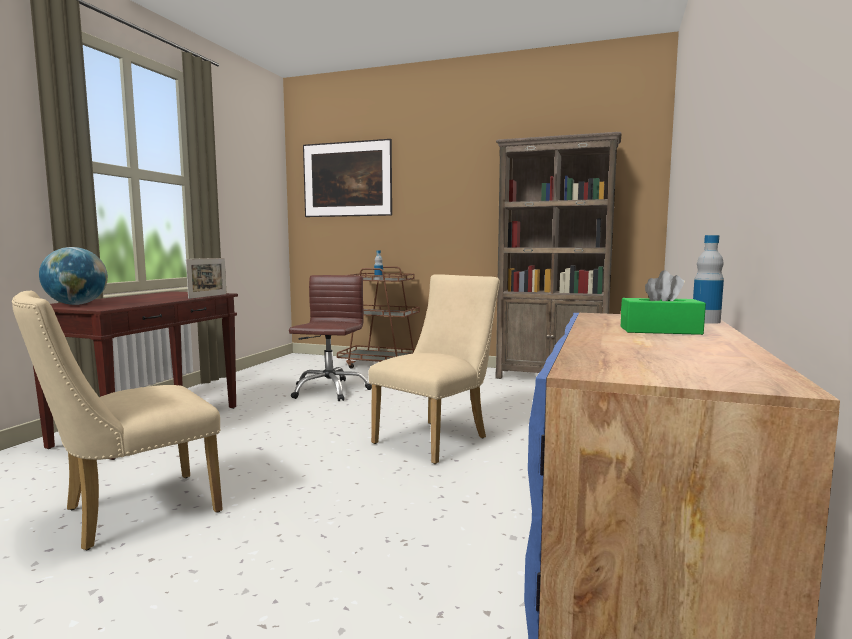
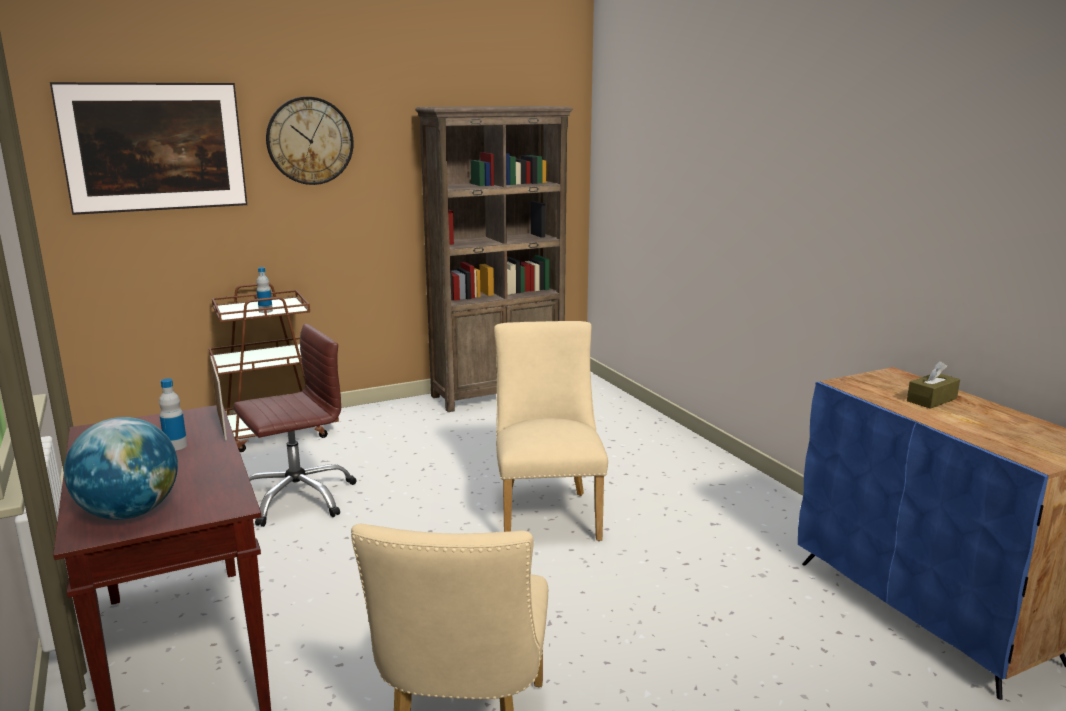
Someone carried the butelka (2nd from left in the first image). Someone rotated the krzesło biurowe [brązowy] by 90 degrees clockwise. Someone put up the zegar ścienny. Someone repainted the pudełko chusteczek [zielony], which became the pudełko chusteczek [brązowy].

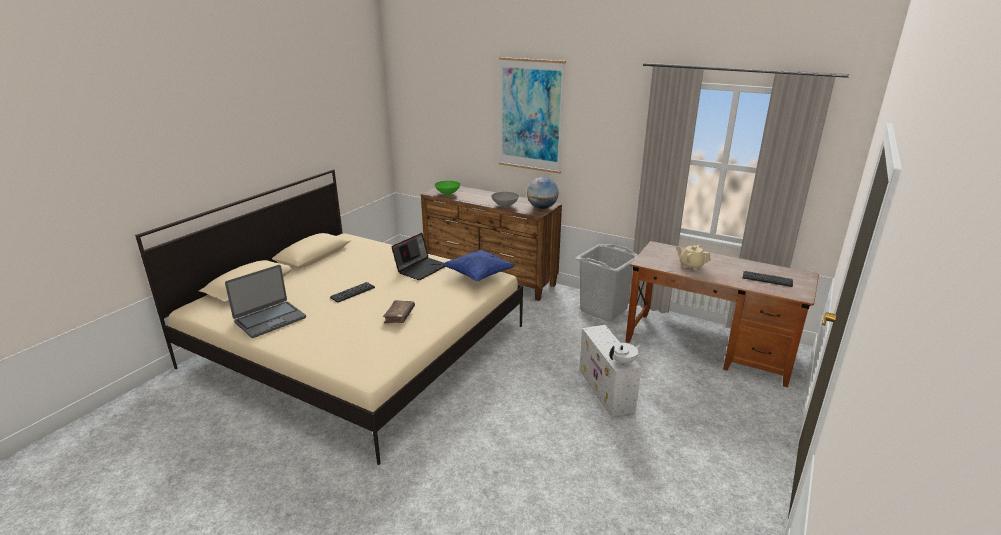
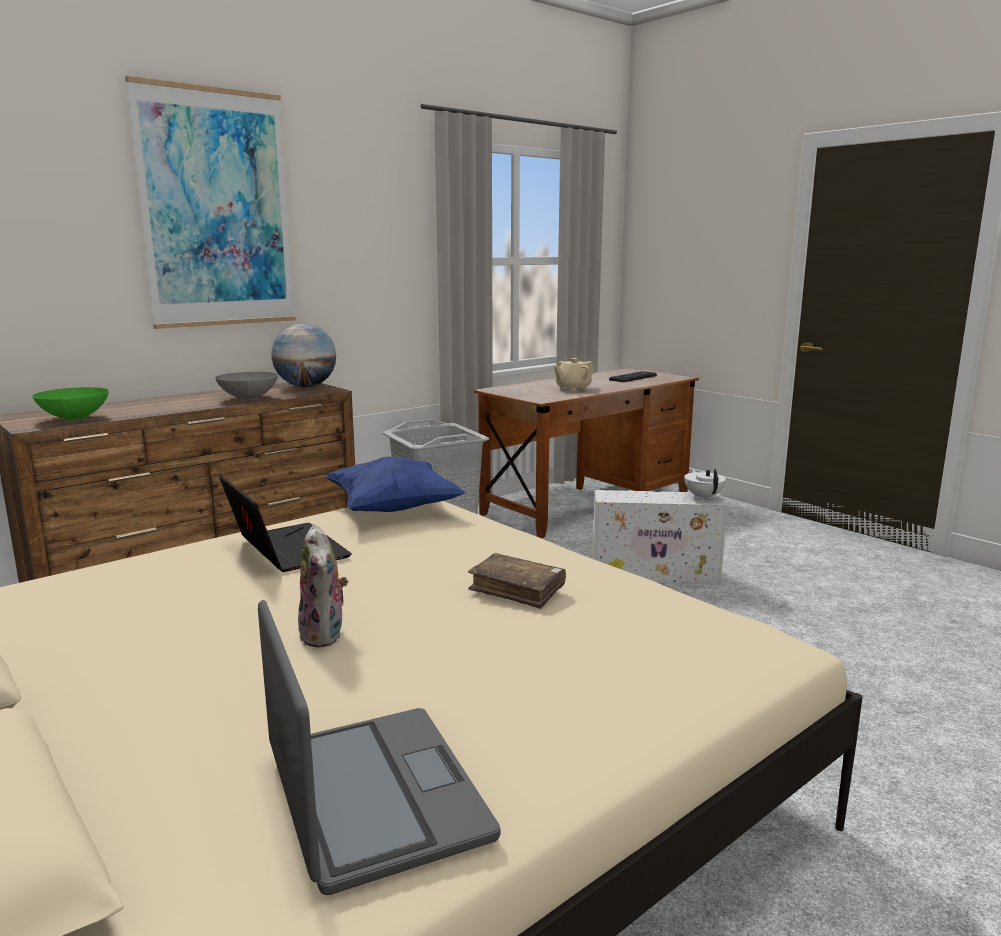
Someone swapped the klawiatura (1st from left) for the pluszak.

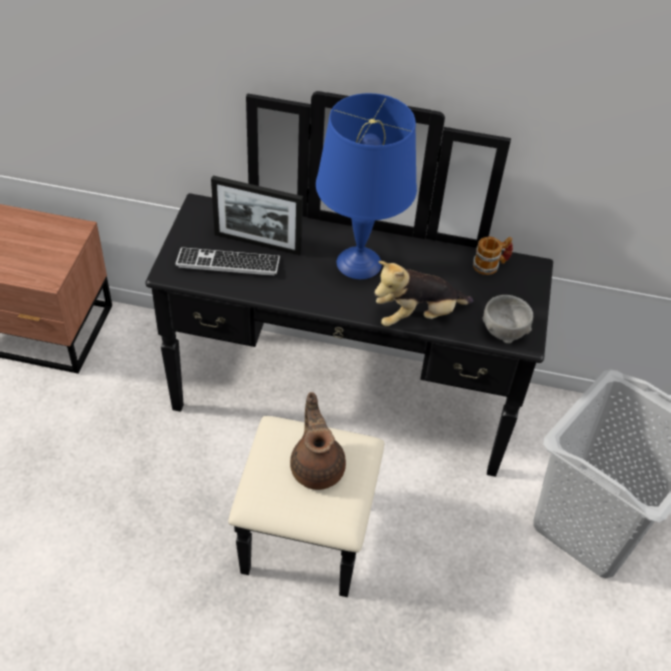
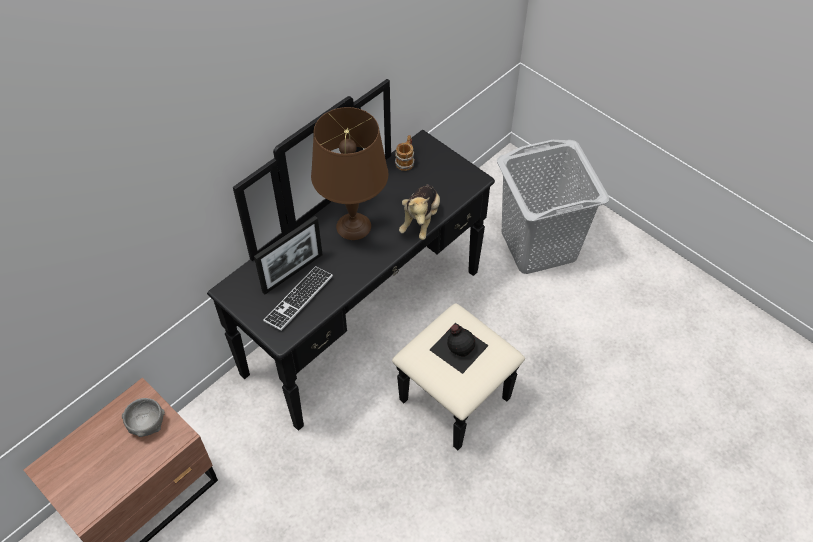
Someone carried the miska [szary]. Someone repainted the lampa stołowa [niebieski], which became the lampa stołowa [brązowy]. Someone swapped the imbryk [brązowy] for the butelka [czarny].

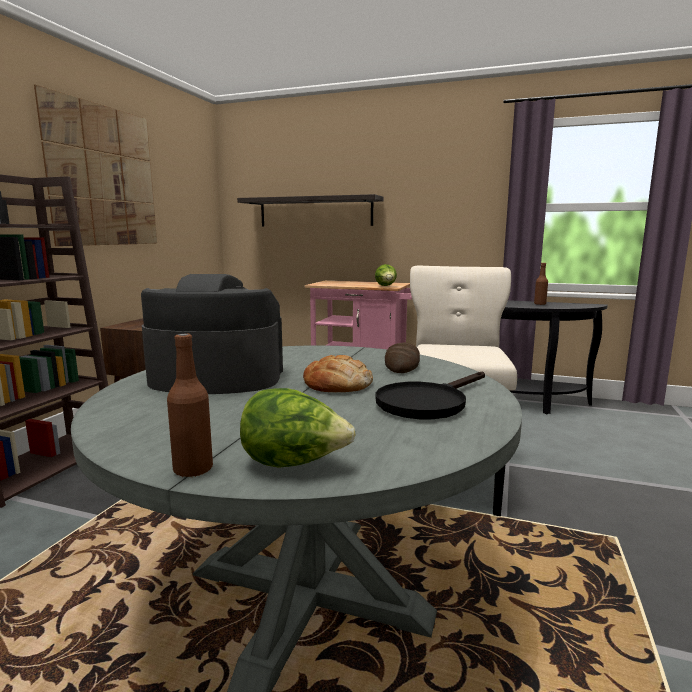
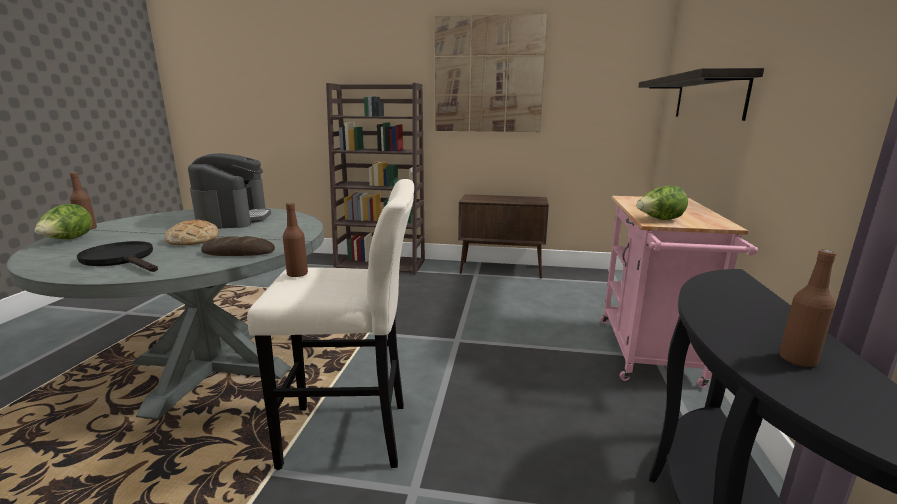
Someone put down the butelka [brązowy] (2nd from left).

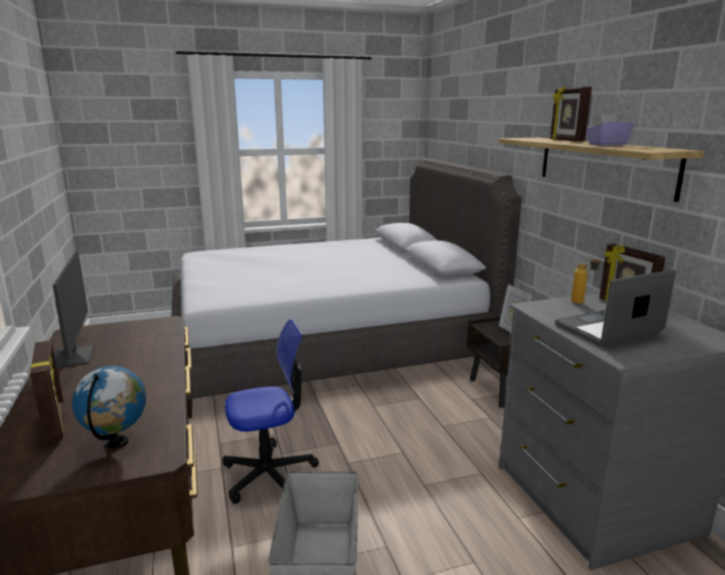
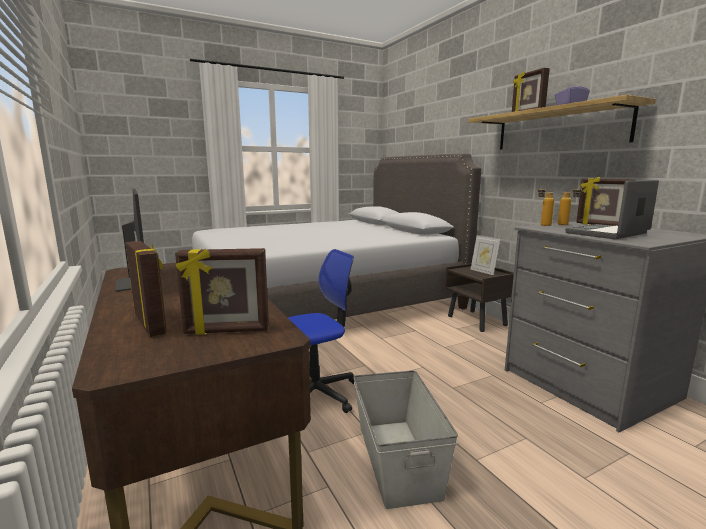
Someone swapped the globus for the ramka na zdjęcie (2nd from left). Someone put down the butelka (1st from left).

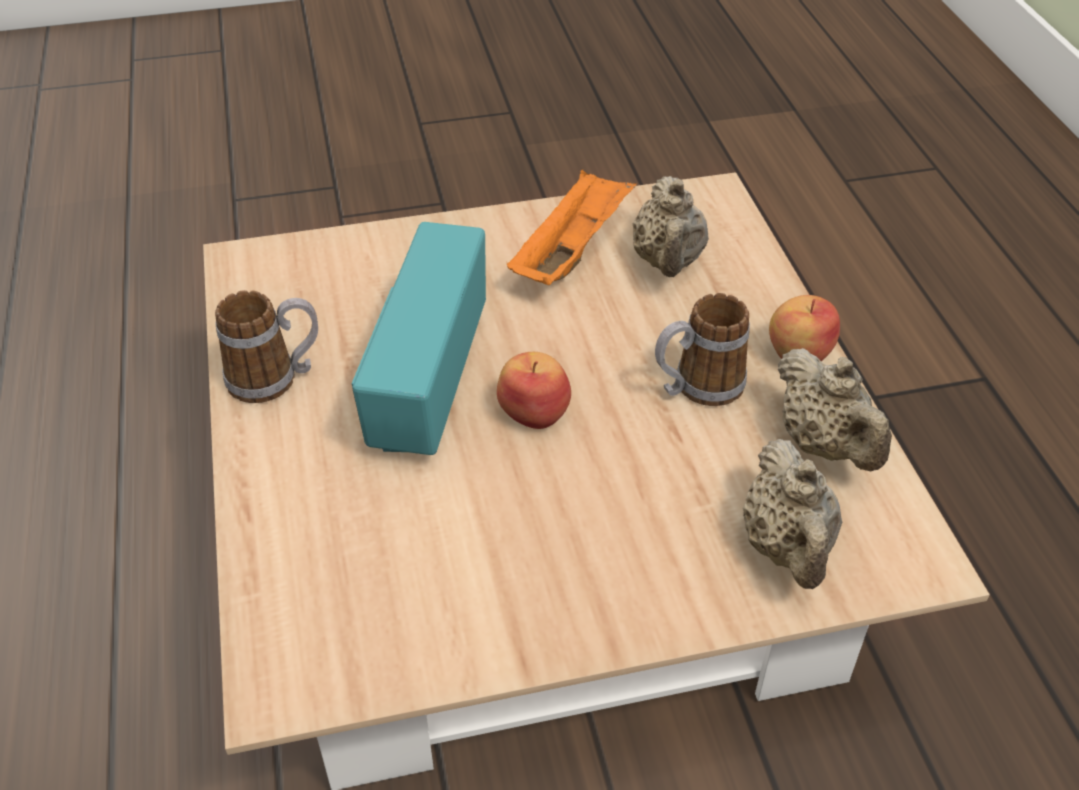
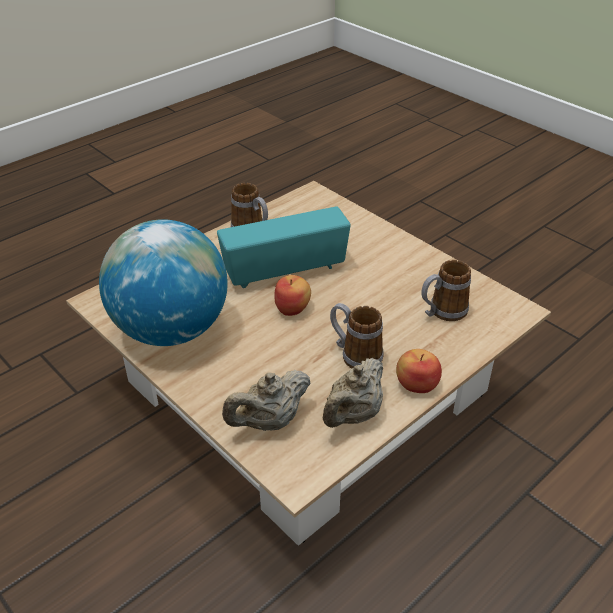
Someone put down the globus. Someone swapped the imbryk [beżowy] (1st from left) for the kubek (3rd from left). Someone took away the taca [pomarańczowy].

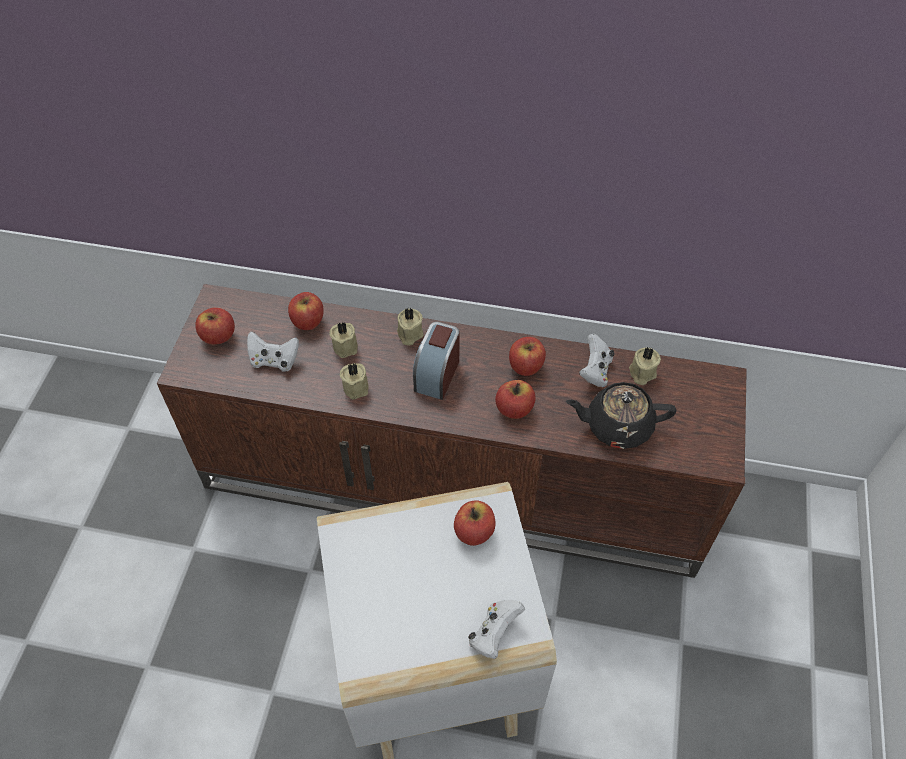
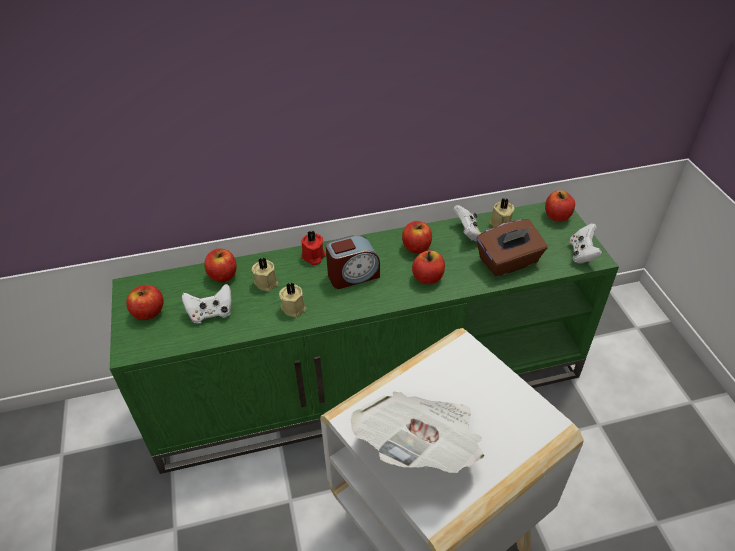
Someone repainted the szafka pod telewizor [brązowy], which became the szafka pod telewizor [zielony]. Someone repainted the świeca [beżowy] (3rd from left), which became the świeca [czerwony]. Someone rotated the budzik by 105 degrees counterclockwise. Someone put down the gazeta. Someone swapped the imbryk [czarny] for the pudełko chusteczek [brązowy]. Someone carried the jabłko (3rd from left in the first image). Someone carried the pad do gier [biały] (2nd from left in the first image).

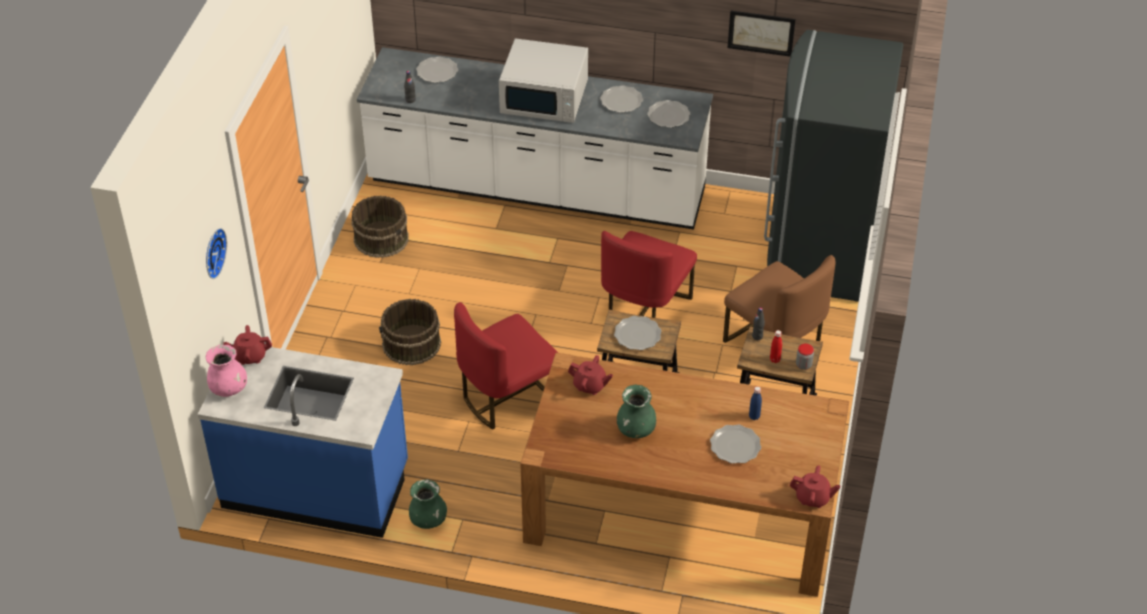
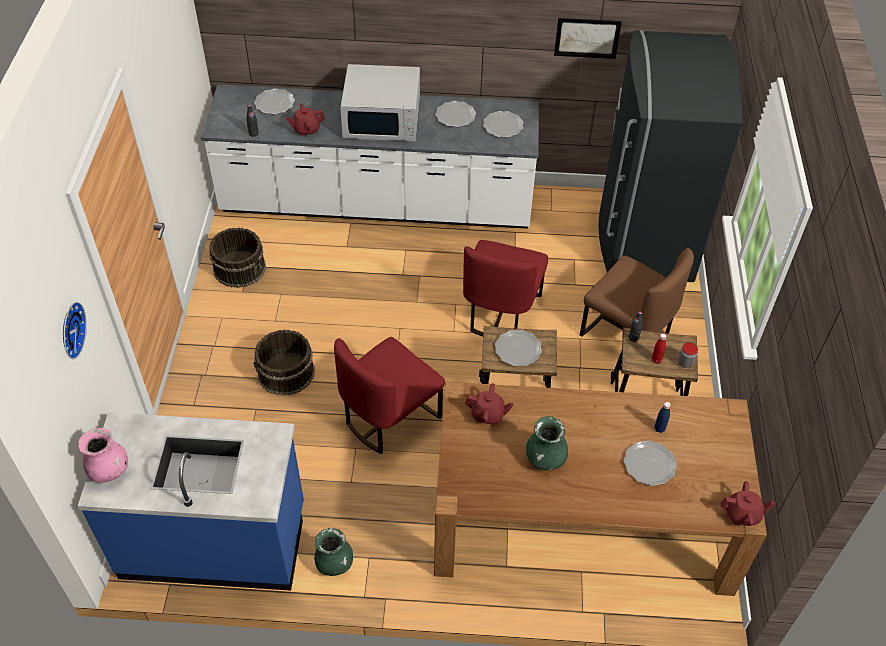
Someone carried the imbryk [czerwony] (1st from left).

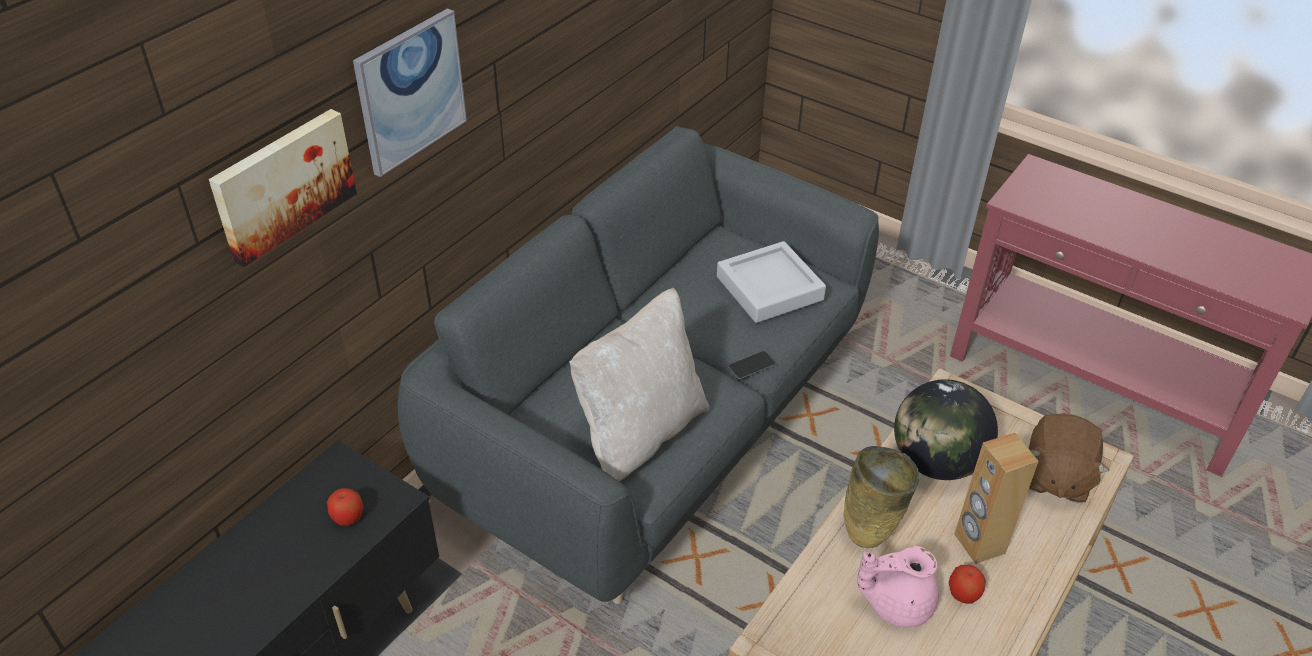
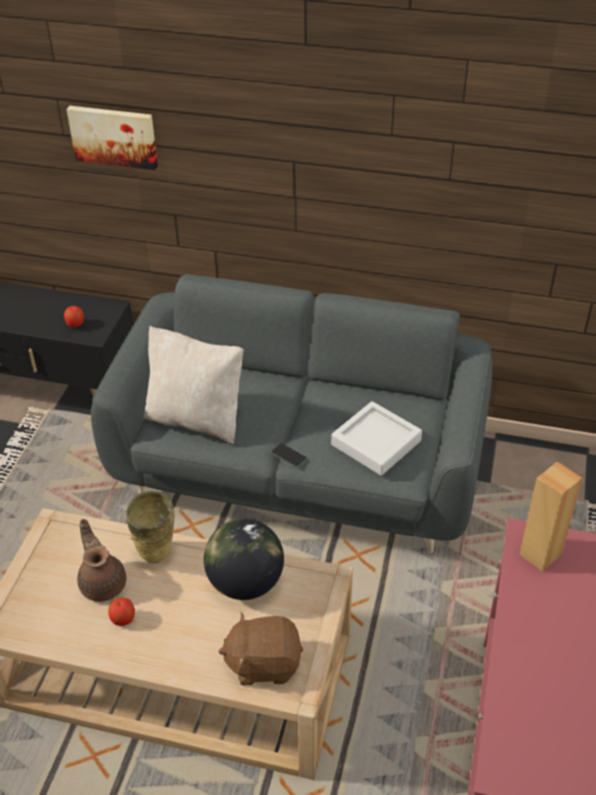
Someone repainted the imbryk [różowy], which became the imbryk [brązowy]. Someone carried the głośnik [brązowy]. Someone took away the obraz (2nd from left).

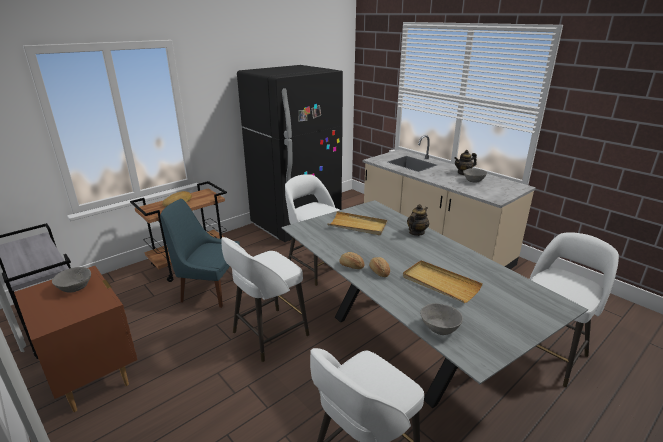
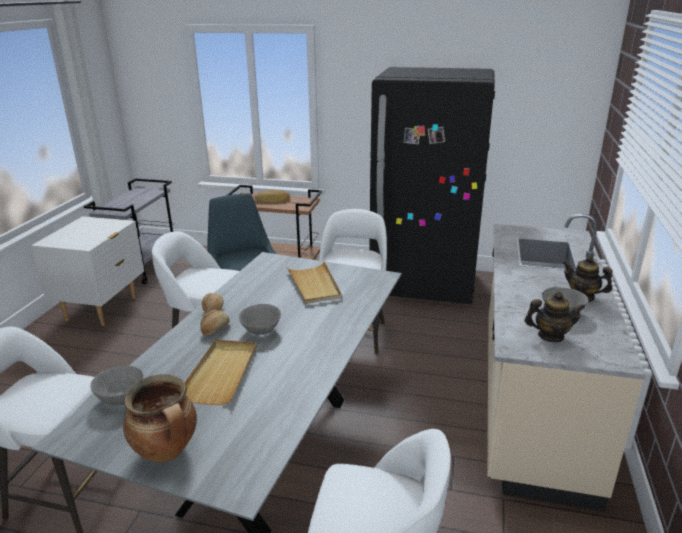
Someone repainted the szafka nocna [brązowy], which became the szafka nocna [biały]. Someone put down the garnek. Someone carried the miska [szary] (1st from left in the first image). Someone carried the imbryk (1st from left).

